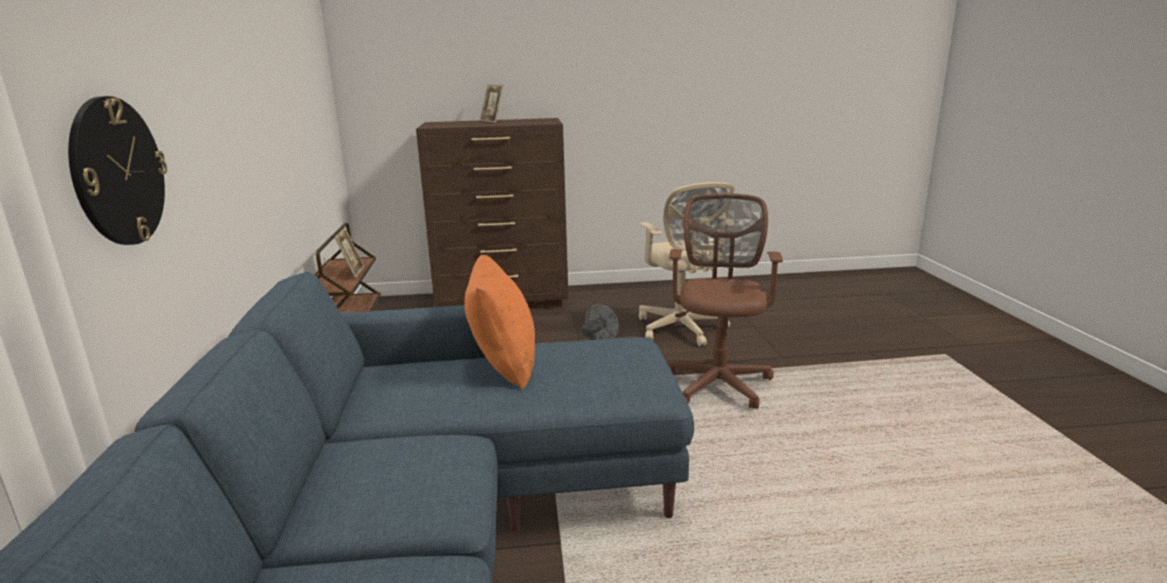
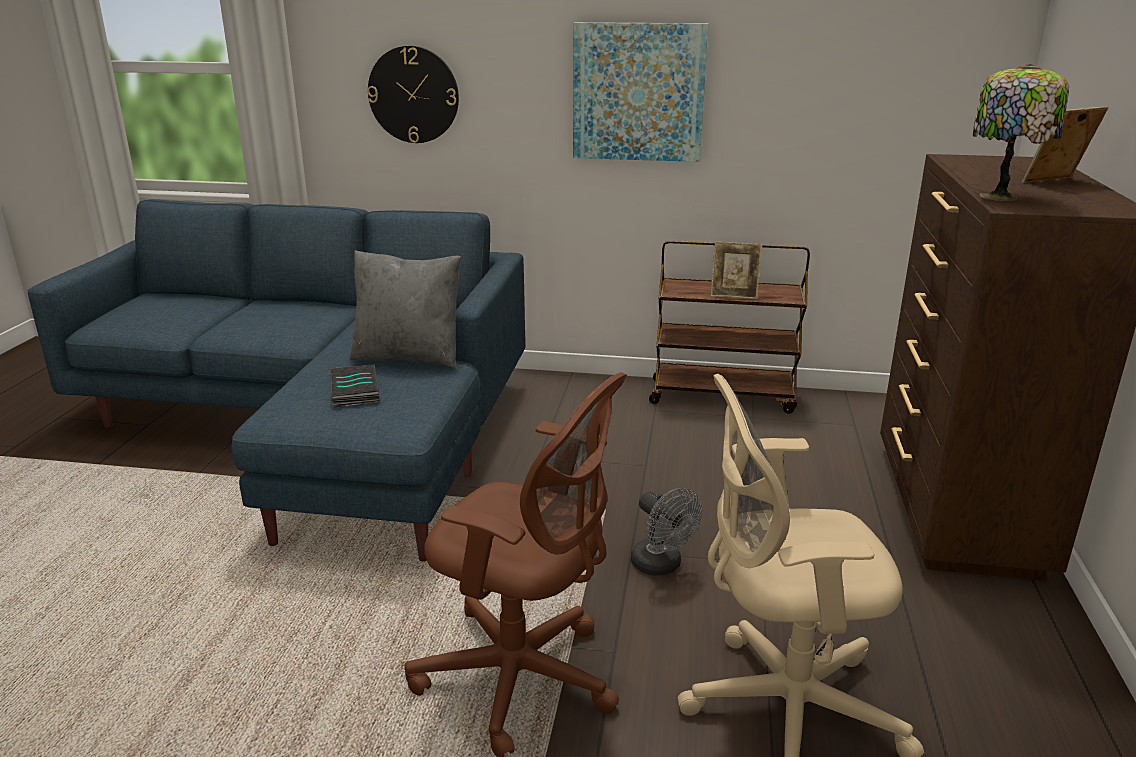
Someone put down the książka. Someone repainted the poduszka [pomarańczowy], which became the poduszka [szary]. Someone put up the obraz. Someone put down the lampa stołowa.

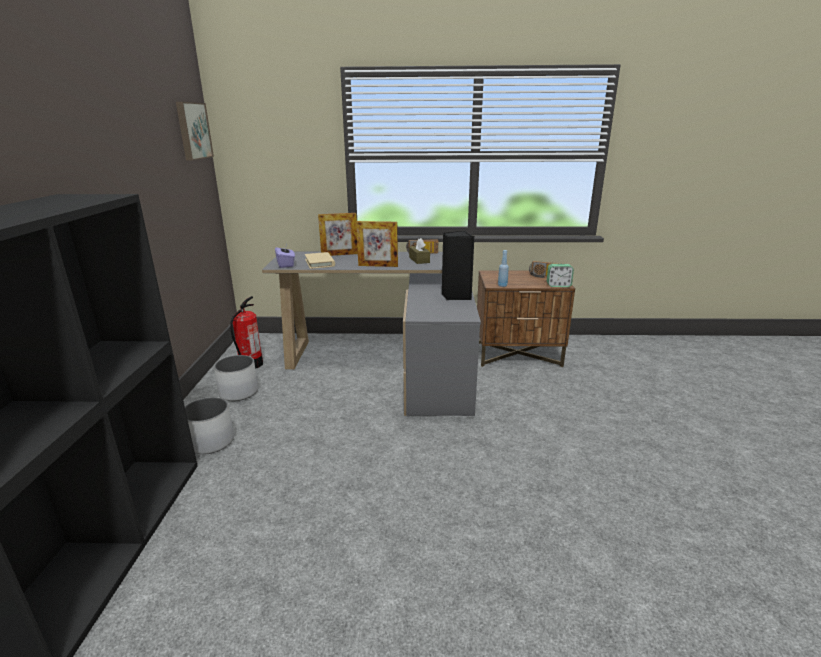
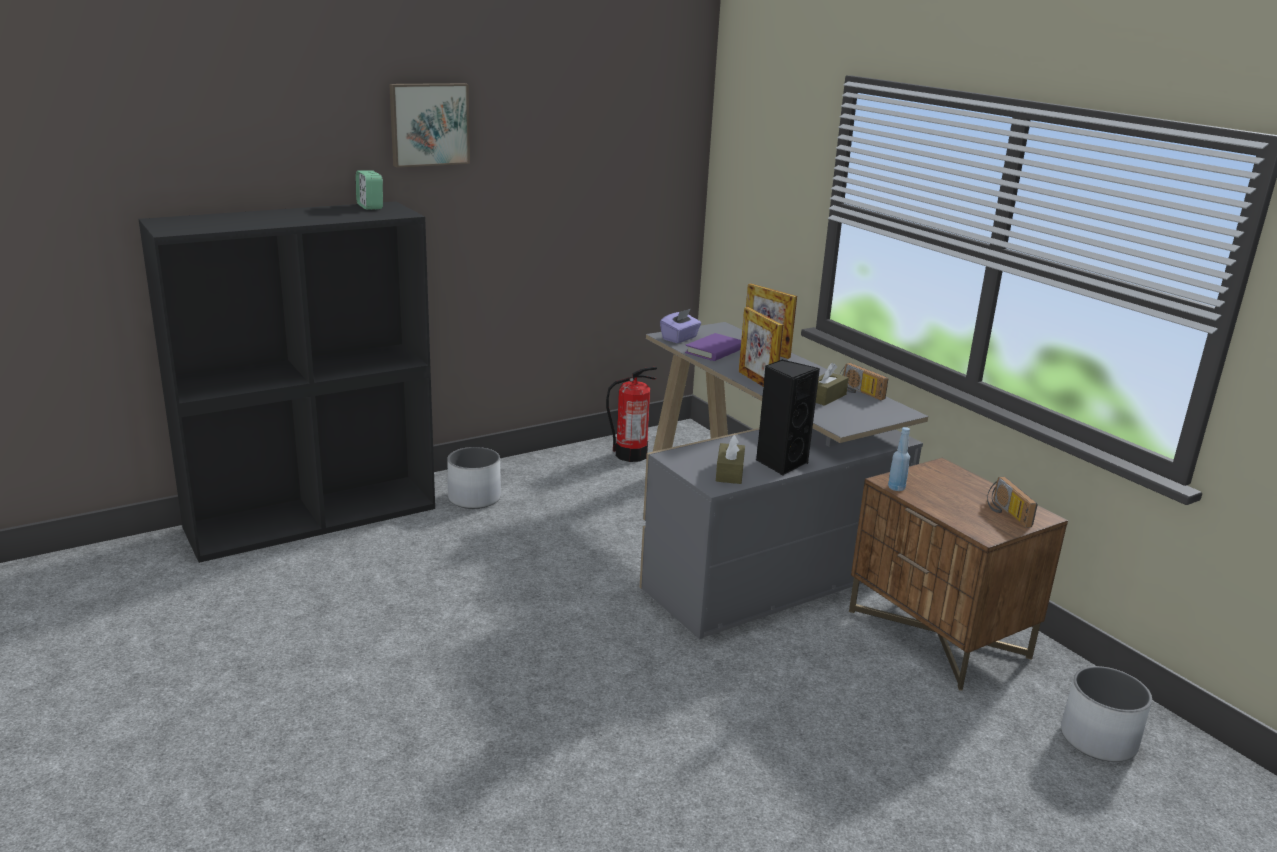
Someone carried the budzik. Someone carried the obraz. Someone repainted the książka [beżowy], which became the książka [fioletowy]. Someone put down the pudełko chusteczek [brązowy] (1st from left). Someone carried the donica [biały] (2nd from left).

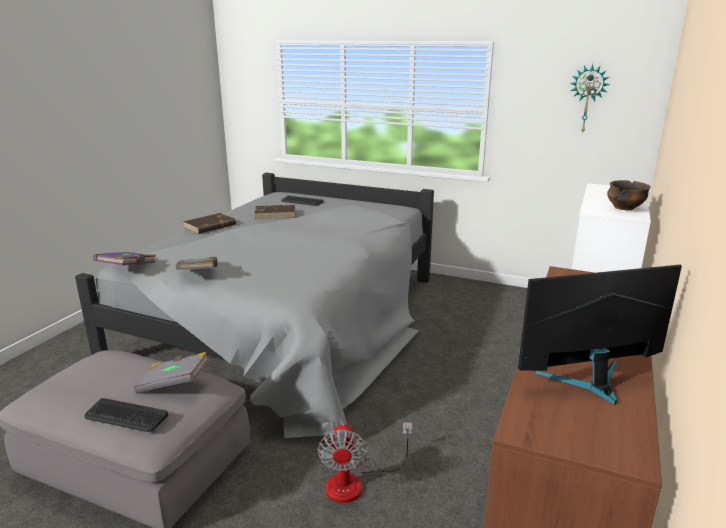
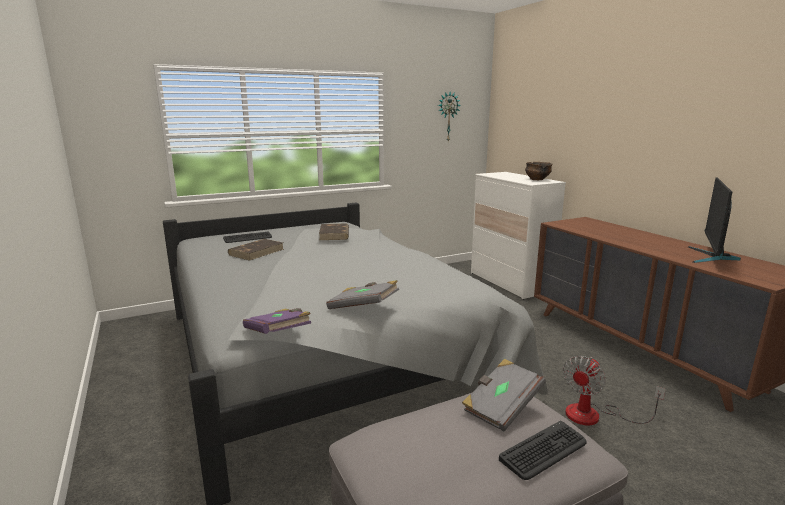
Someone carried the książka [brązowy] (1st from left in the first image). Someone rotated the wentylator by 90 degrees clockwise.

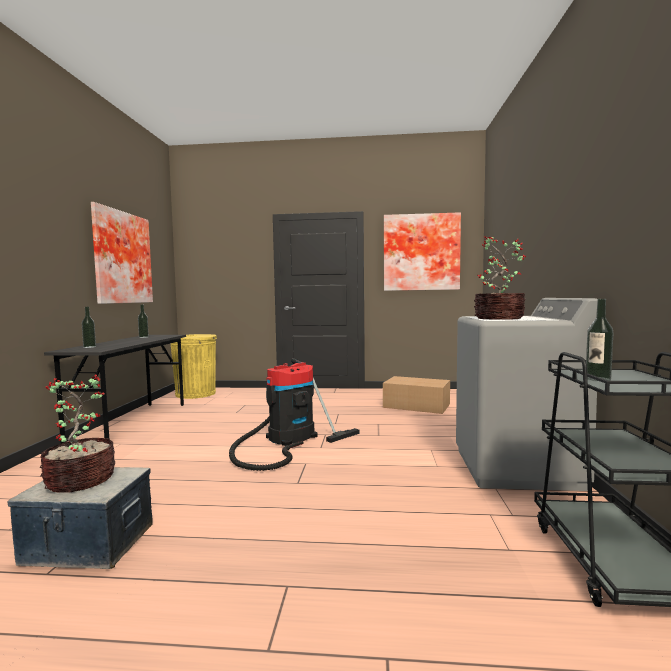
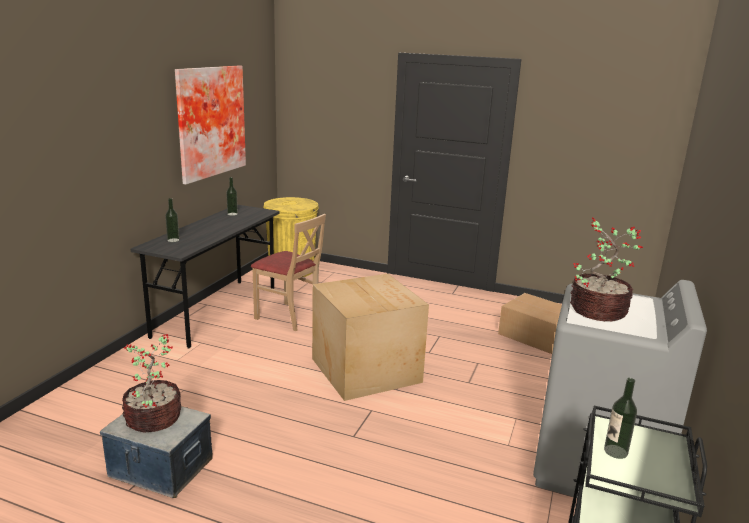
Someone put down the krzesło [beżowy]. Someone swapped the odkurzacz for the karton (1st from left). Someone took away the obraz (2nd from left).

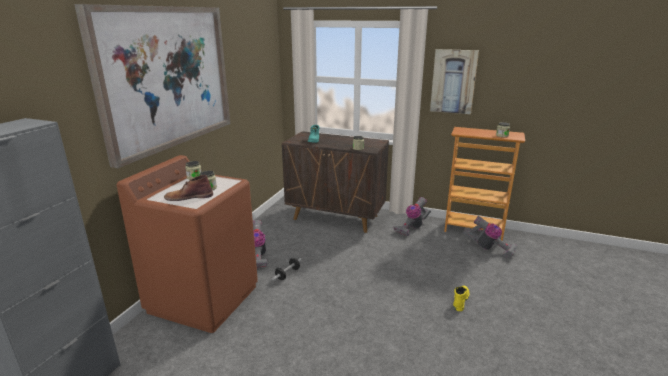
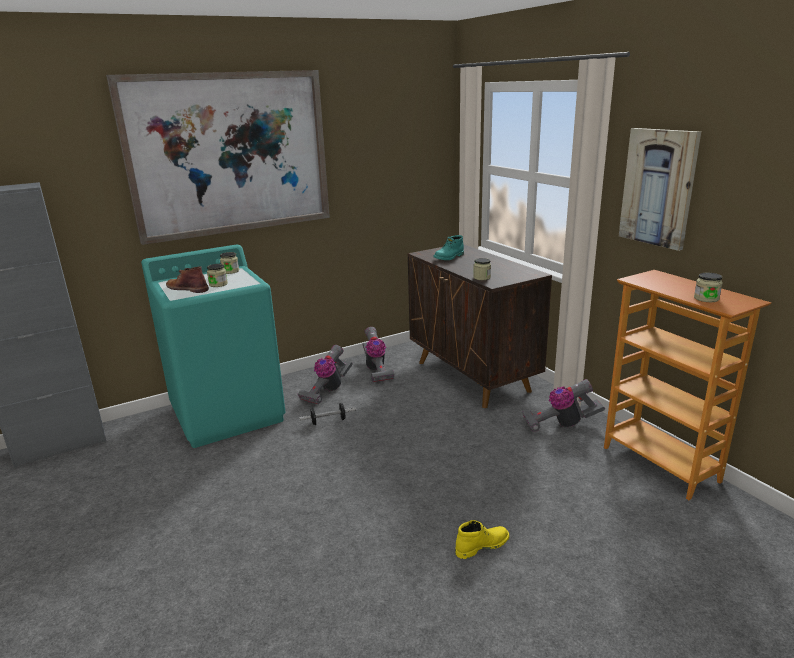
Someone repainted the pralka [brązowy], which became the pralka [turkusowy]. Someone carried the odkurzacz (3rd from left in the first image).

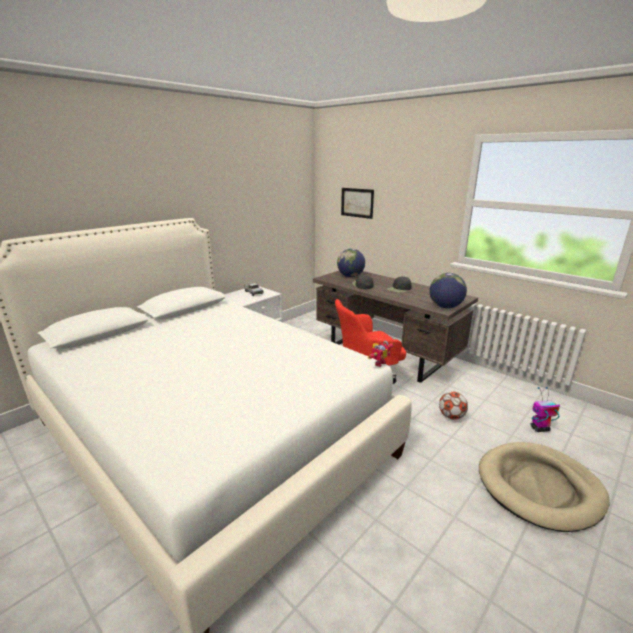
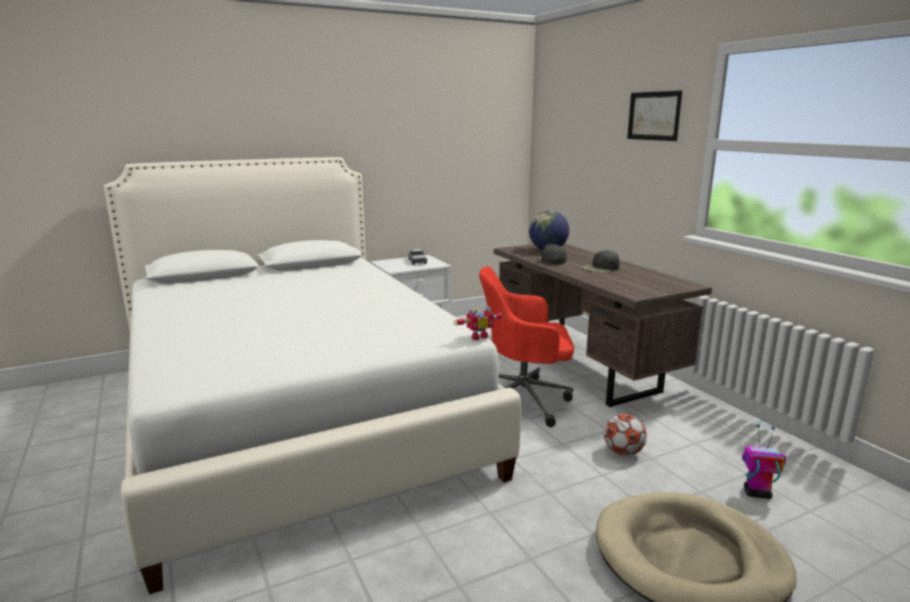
Someone carried the obraz. Someone took away the globus (2nd from left).

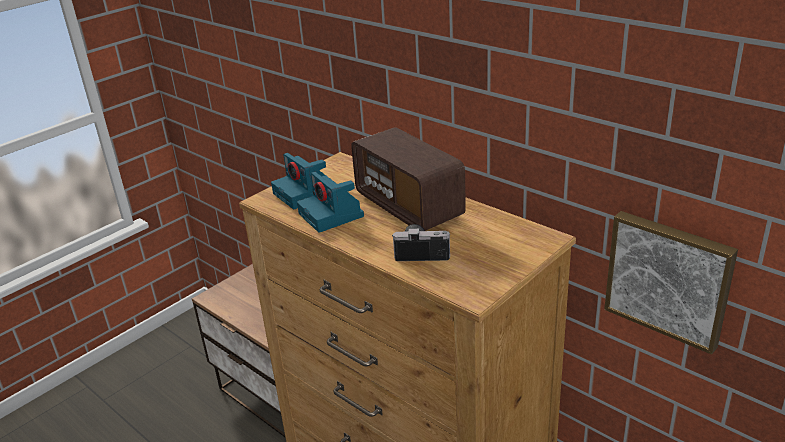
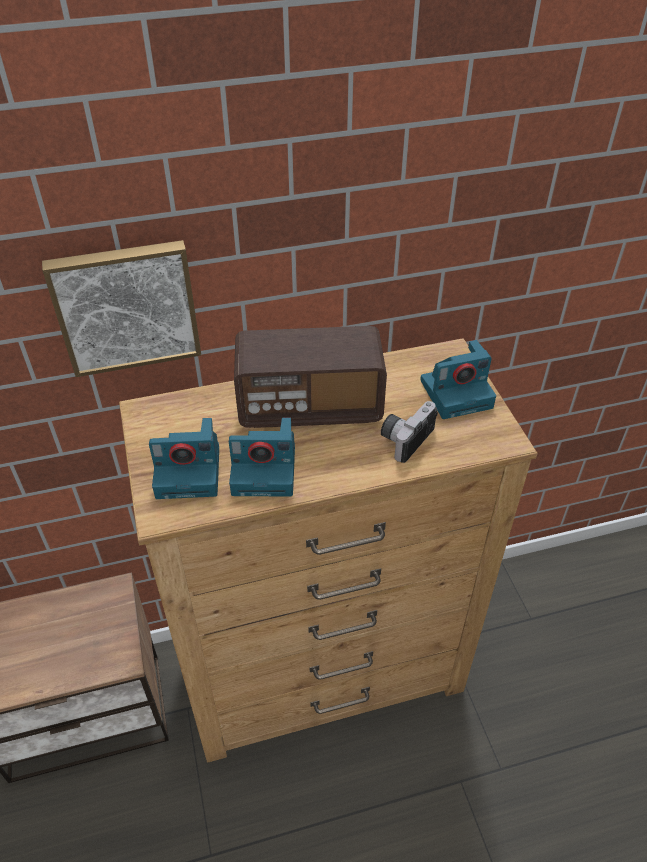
Someone carried the obraz. Someone put down the aparat fotograficzny (4th from left).

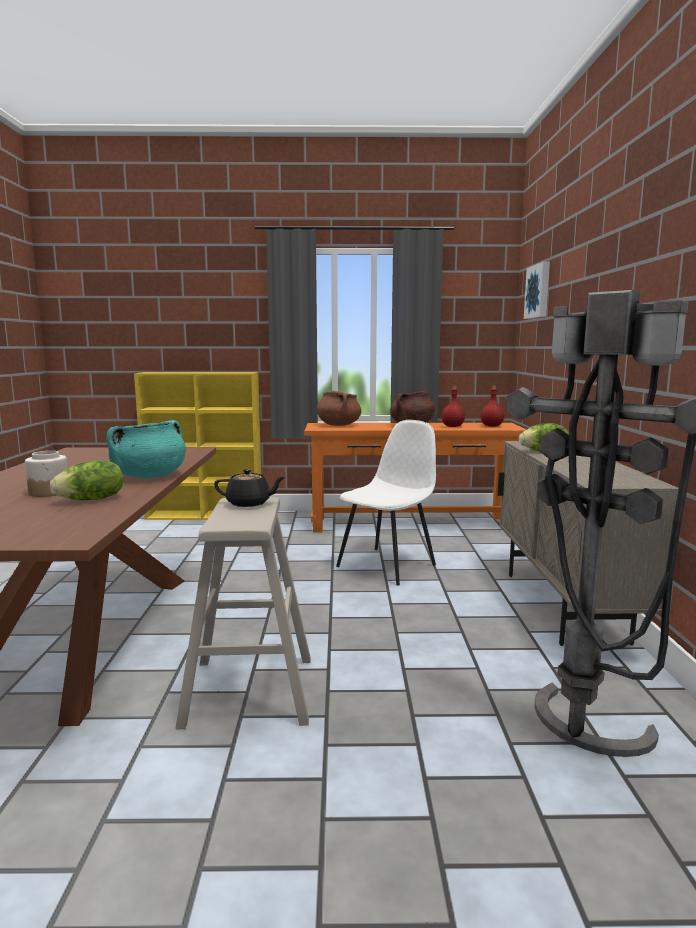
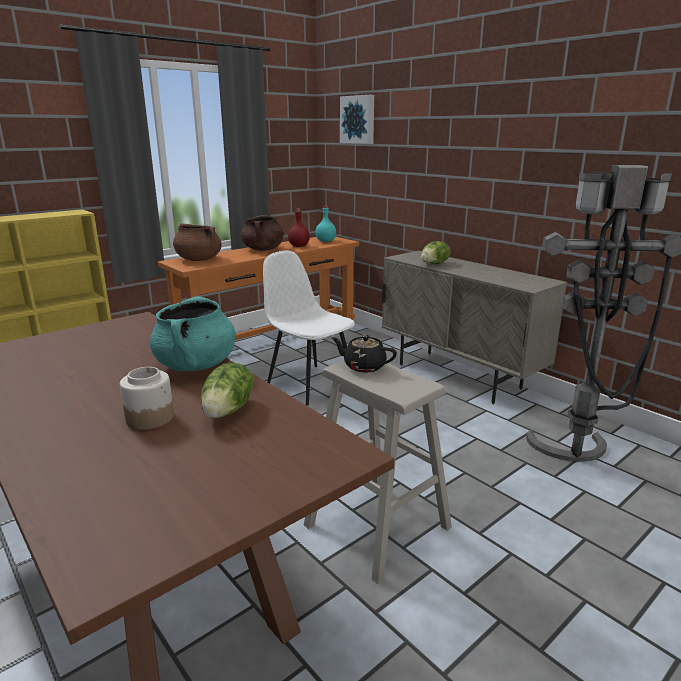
Someone rotated the krzesło [biały] by 45 degrees counterclockwise. Someone repainted the butelka [czerwony] (2nd from left), which became the butelka [turkusowy]. Someone rotated the imbryk [czarny] by 120 degrees counterclockwise.

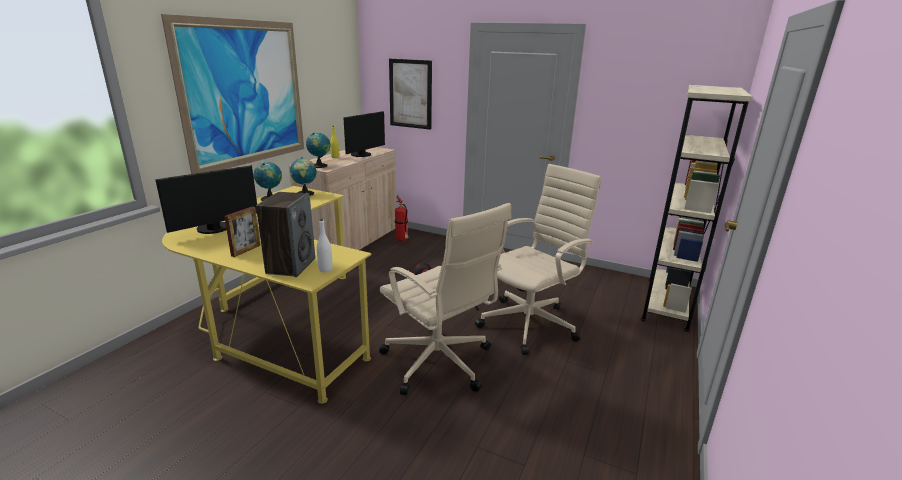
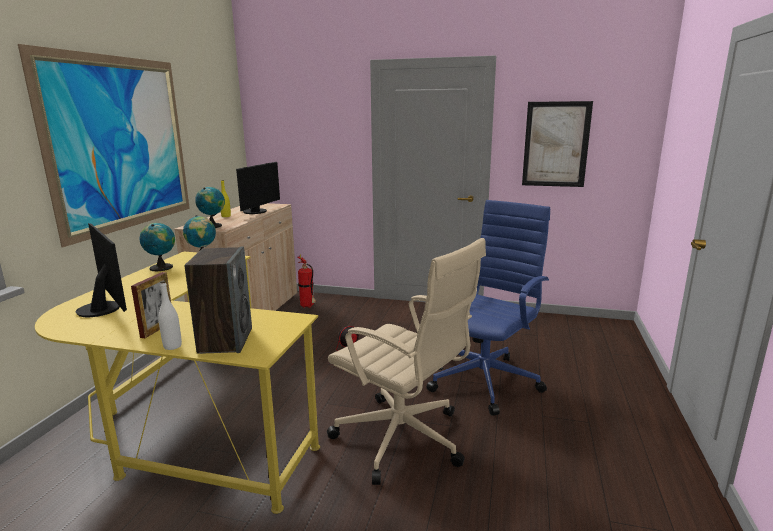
Someone rotated the monitor (1st from left) by 75 degrees counterclockwise. Someone carried the butelka [biały]. Someone repainted the krzesło biurowe [beżowy] (2nd from left), which became the krzesło biurowe [niebieski]. Someone carried the obraz (2nd from left). Someone took away the regał [beżowy].

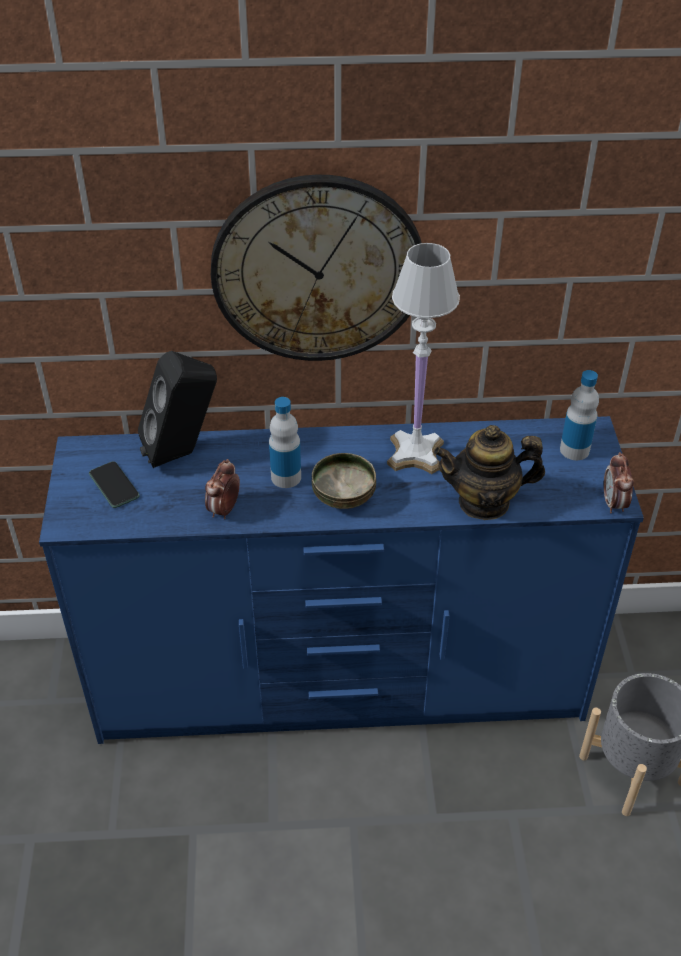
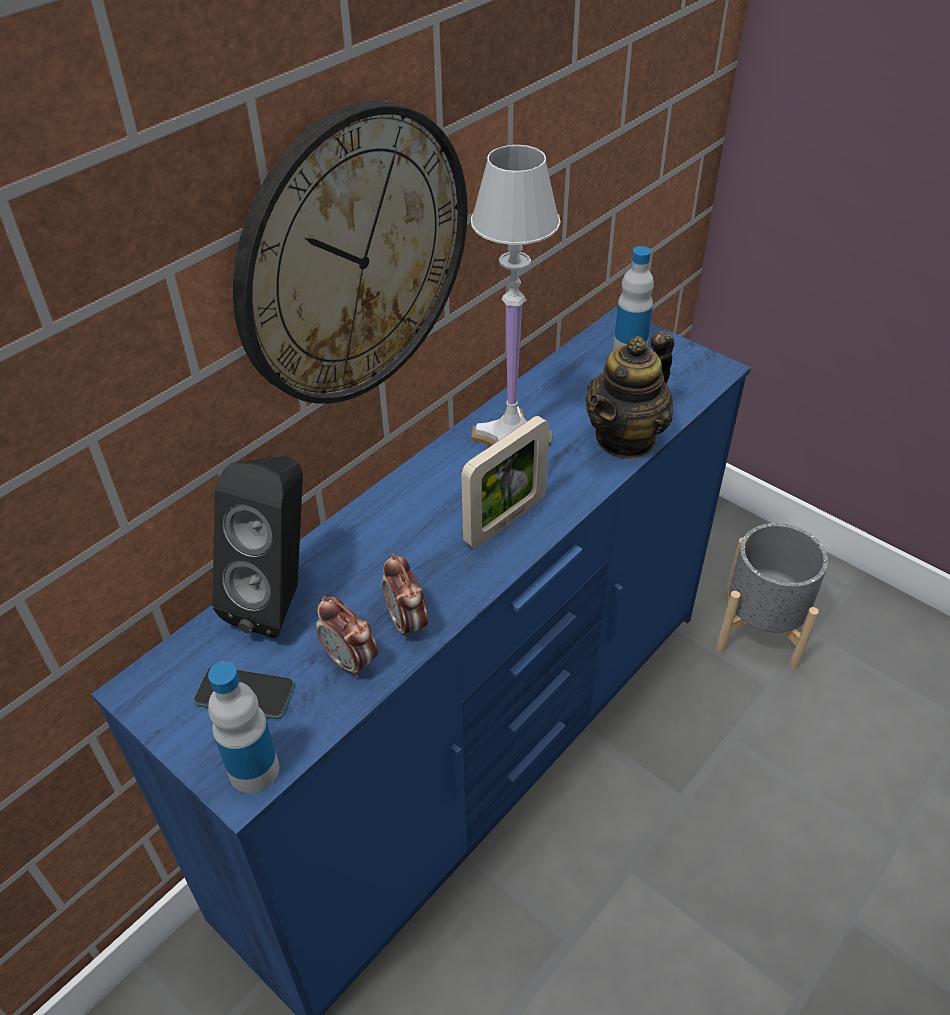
Someone carried the butelka (1st from left). Someone carried the budzik (2nd from left in the first image). Someone swapped the miska for the ramka na zdjęcie.

